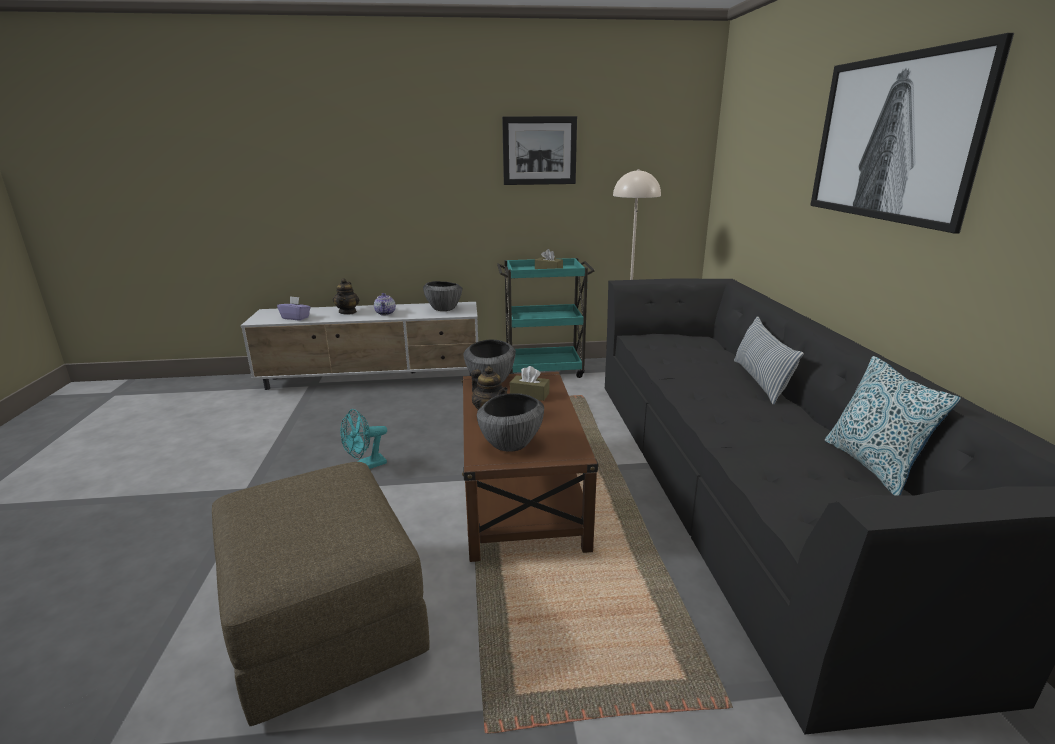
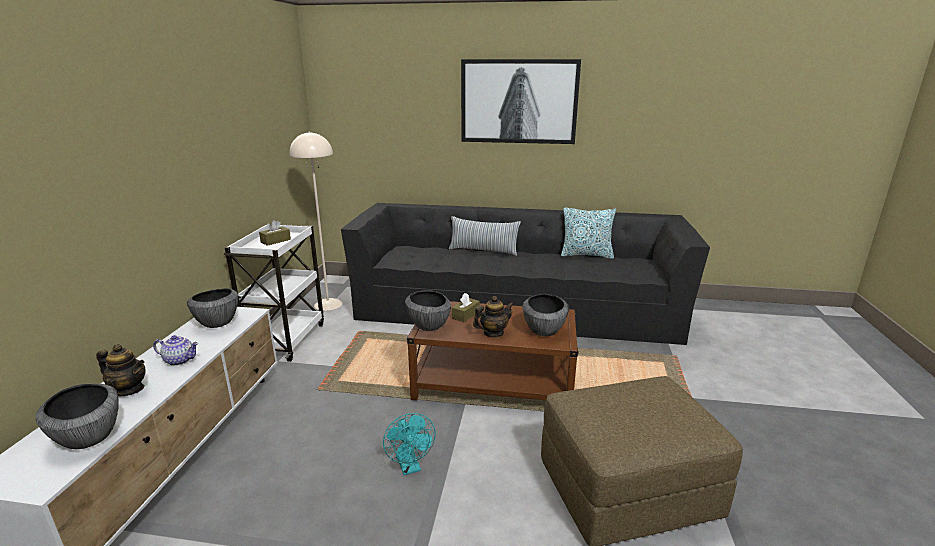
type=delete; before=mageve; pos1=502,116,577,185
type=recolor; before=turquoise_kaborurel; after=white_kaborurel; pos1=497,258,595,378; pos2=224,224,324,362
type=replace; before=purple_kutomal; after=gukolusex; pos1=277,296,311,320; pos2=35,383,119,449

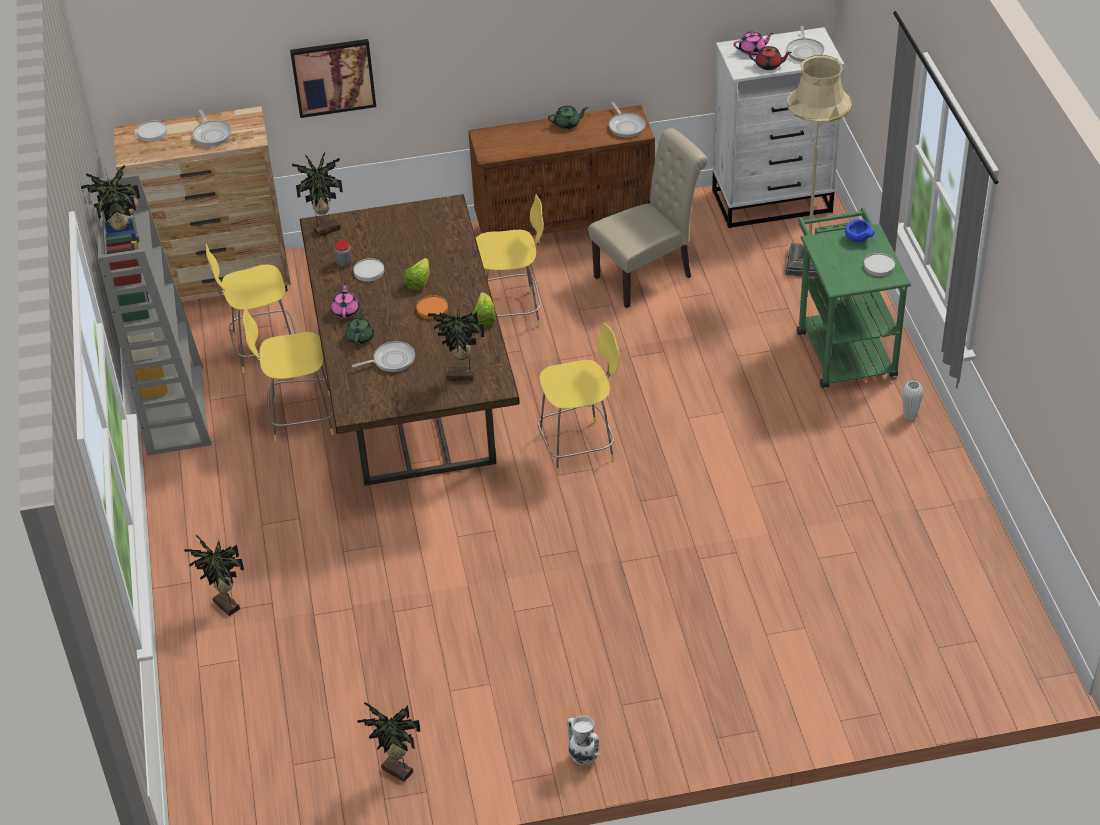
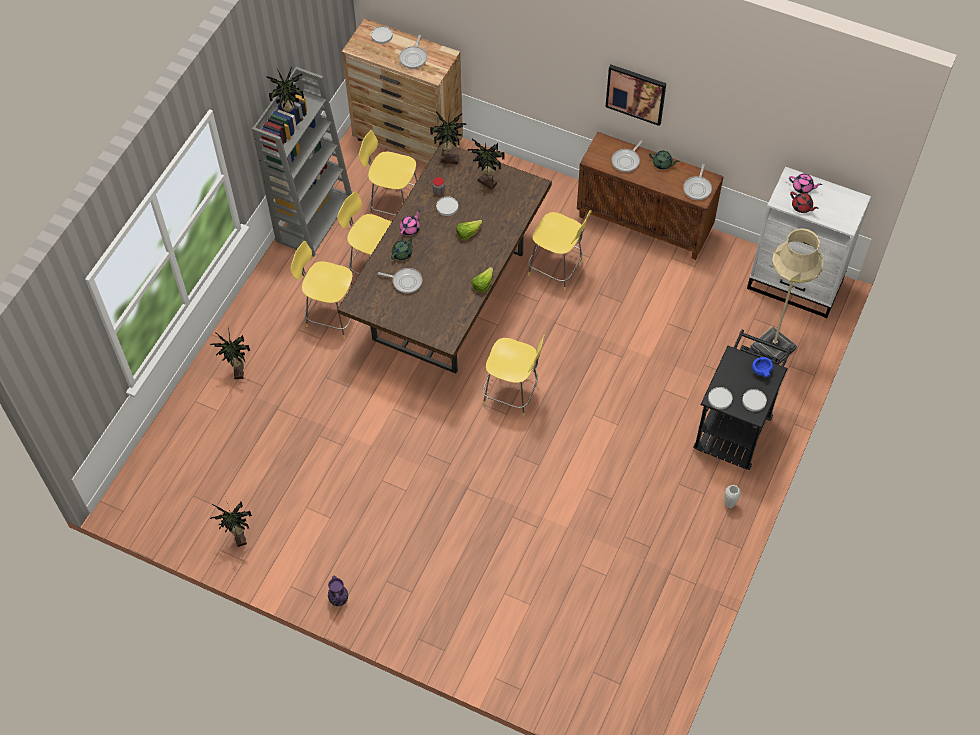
type=move; before=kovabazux; pos1=787,26,824,62; pos2=612,140,643,172
type=move; before=mageve; pos1=290,39,376,118; pos2=606,65,666,126
type=delete; before=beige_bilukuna; pos1=589,128,708,308
type=recolor; before=green_kaborurel; after=black_kaborurel; pos1=797,208,911,388; pos2=693,330,792,470
type=delete; before=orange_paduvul; pos1=417,295,448,320
type=move; before=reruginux; pos1=428,310,484,381; pos2=468,139,505,190
type=recolor; before=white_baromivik; after=purple_baromivik; pos1=567,715,600,765; pos2=328,575,348,606
type=insert; after=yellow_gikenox; pos2=290,241,353,339
type=insert; after=white_paduvul; pos2=708,387,732,409

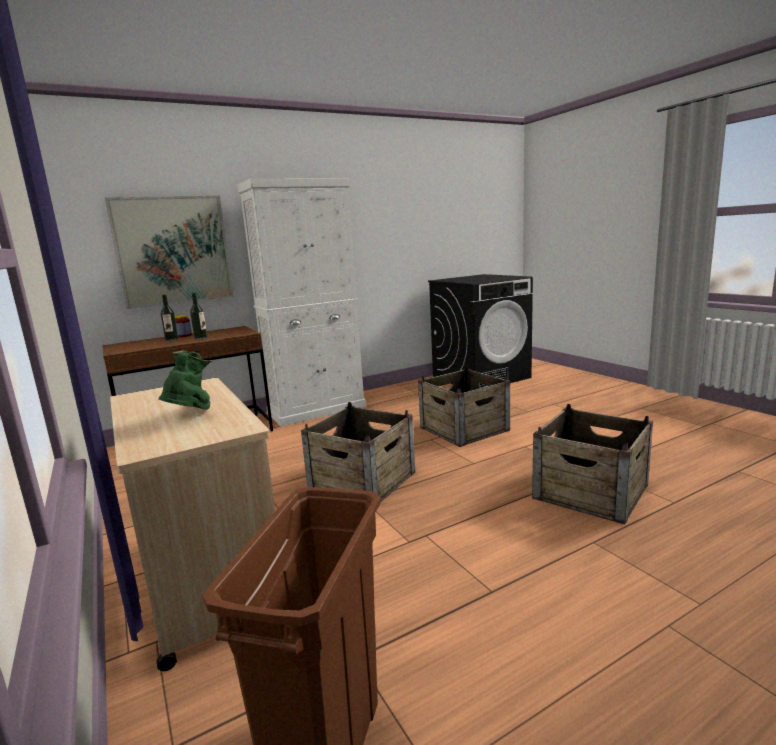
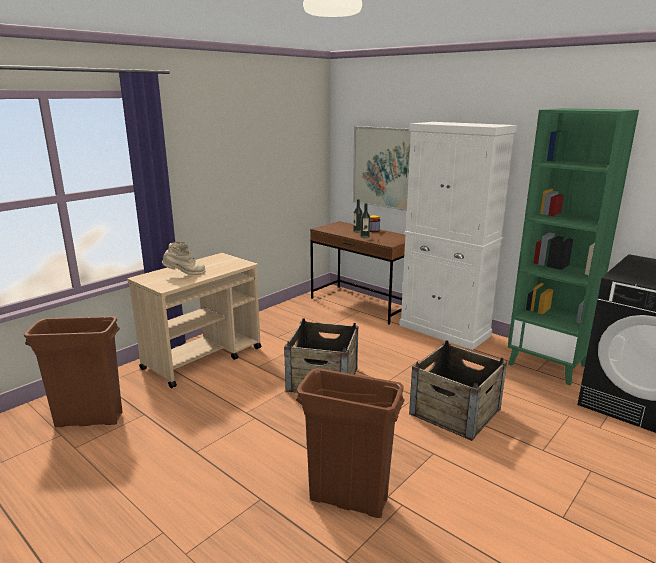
type=recolor; before=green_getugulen; after=beige_getugulen; pos1=158,350,213,410; pos2=162,242,206,275
type=replace; before=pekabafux; after=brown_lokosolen; pos1=532,404,653,524; pos2=296,368,405,518
type=insert; after=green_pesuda; pos2=508,108,639,385

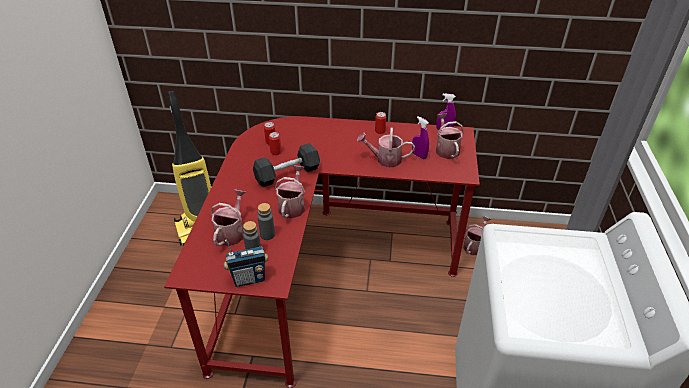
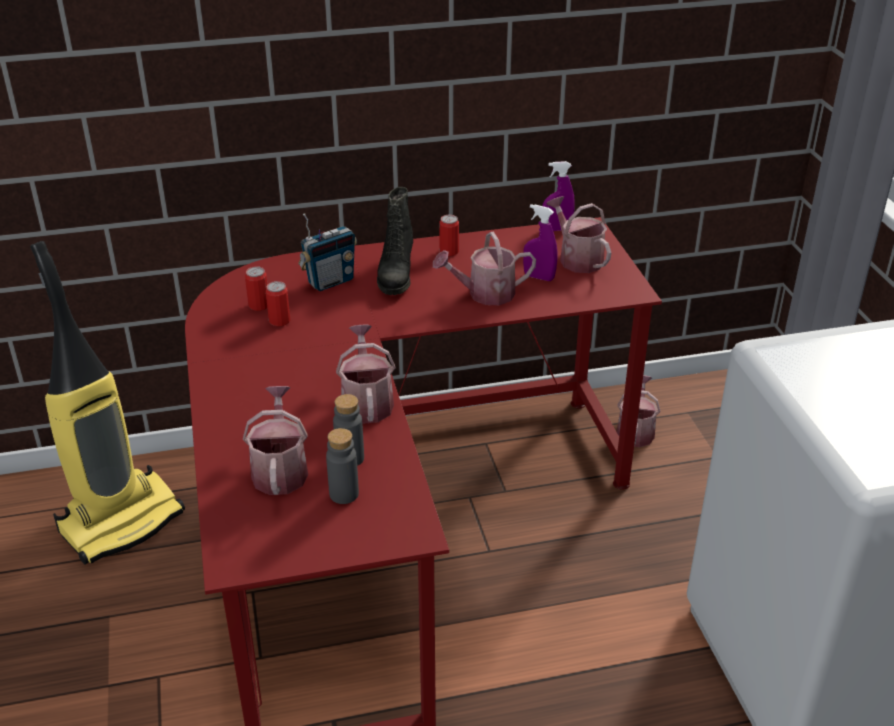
type=delete; before=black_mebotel; pos1=253,143,320,187
type=move; before=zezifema; pos1=224,240,268,287; pos2=298,213,357,291
type=insert; after=black_getugulen; pos2=377,187,413,295

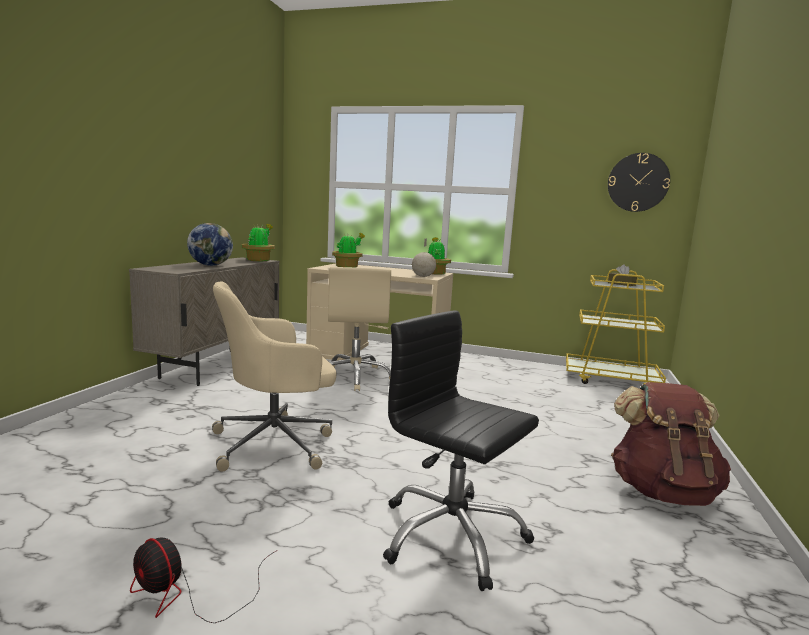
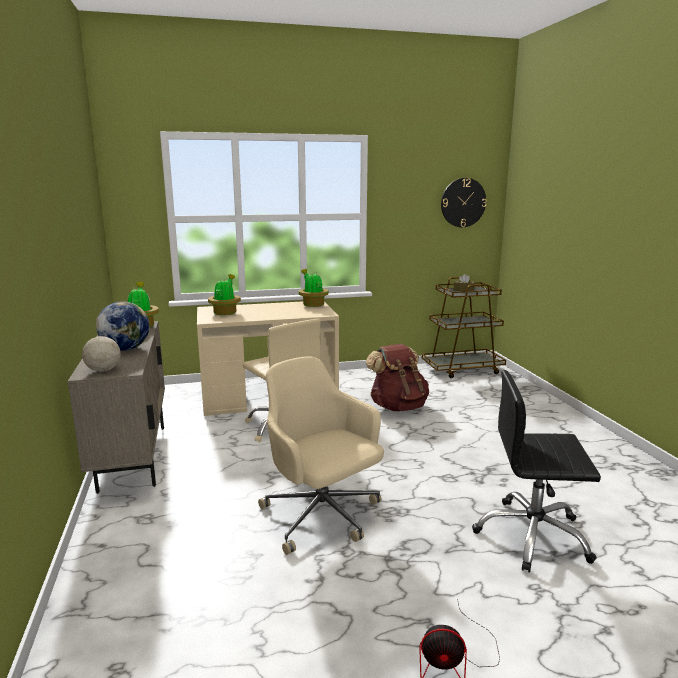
type=move; before=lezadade; pos1=412,238,436,277; pos2=82,317,121,372
type=recolor; before=yellow_kaborurel; after=brown_kaborurel; pos1=566,269,666,384; pos2=422,277,506,378
type=rotate; before=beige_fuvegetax; pos1=212,282,336,472; pos2=258,357,384,555; turn=105
type=move; before=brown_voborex; pos1=611,382,731,506; pos2=366,344,429,411

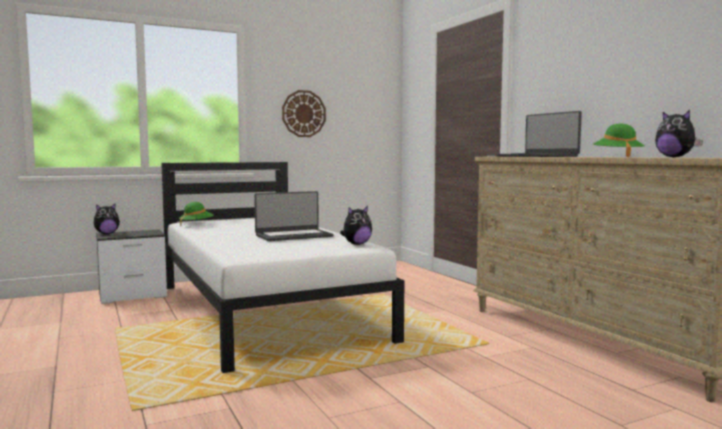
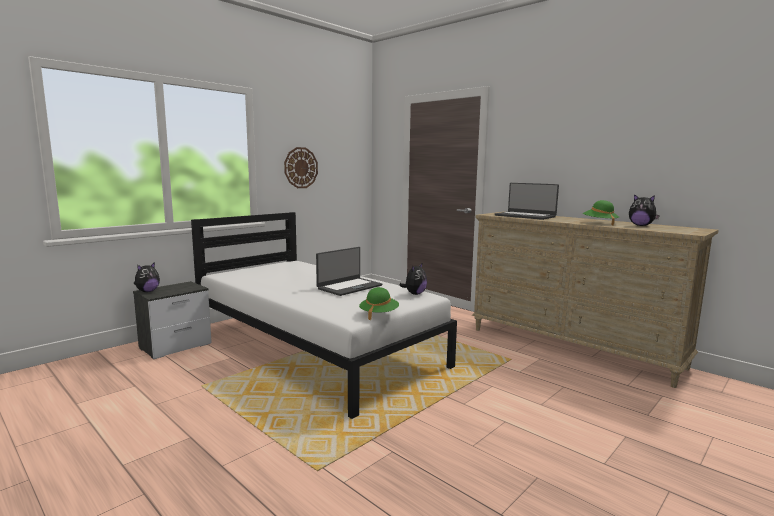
type=move; before=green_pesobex; pos1=179,202,214,226; pos2=359,287,399,320

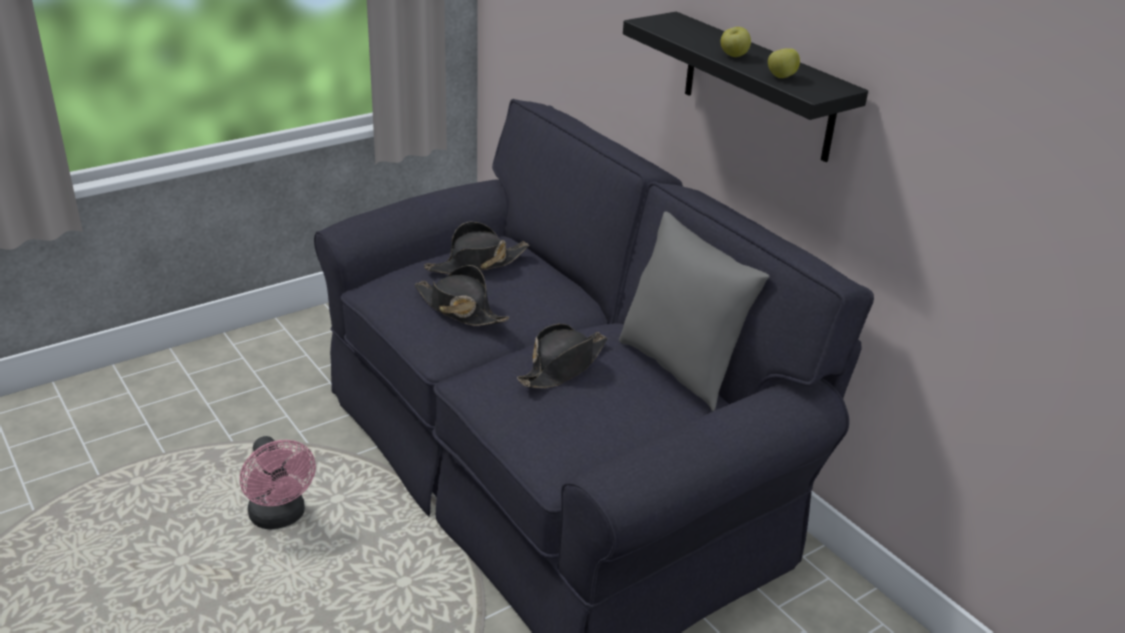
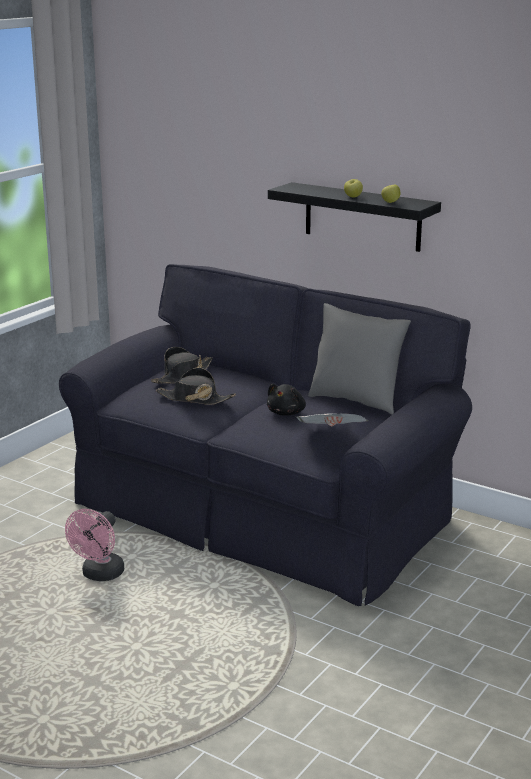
type=replace; before=black_pesobex; after=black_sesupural; pos1=517,324,608,388; pos2=267,384,306,416
type=rotate; before=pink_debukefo; pos1=240,436,316,529; pos2=65,509,124,581; turn=75
type=insert; after=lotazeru; pos2=297,413,368,426

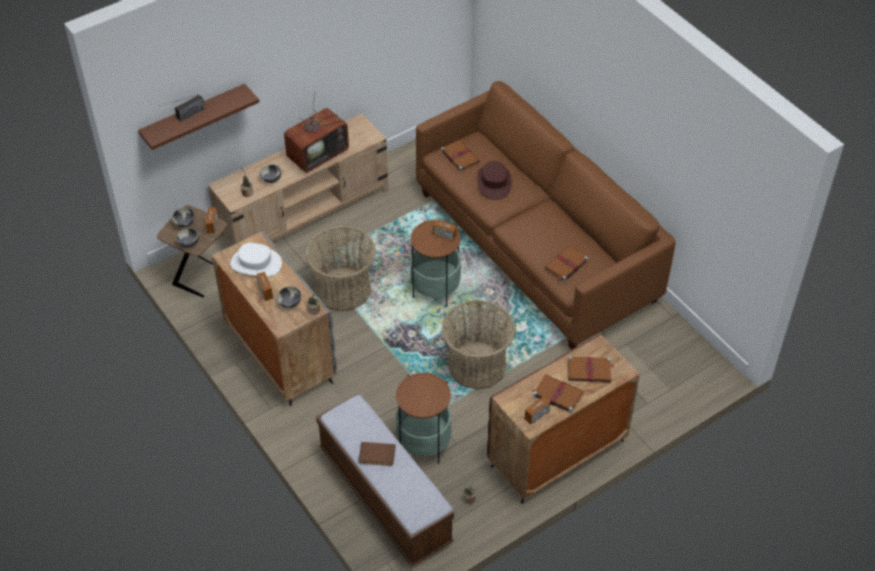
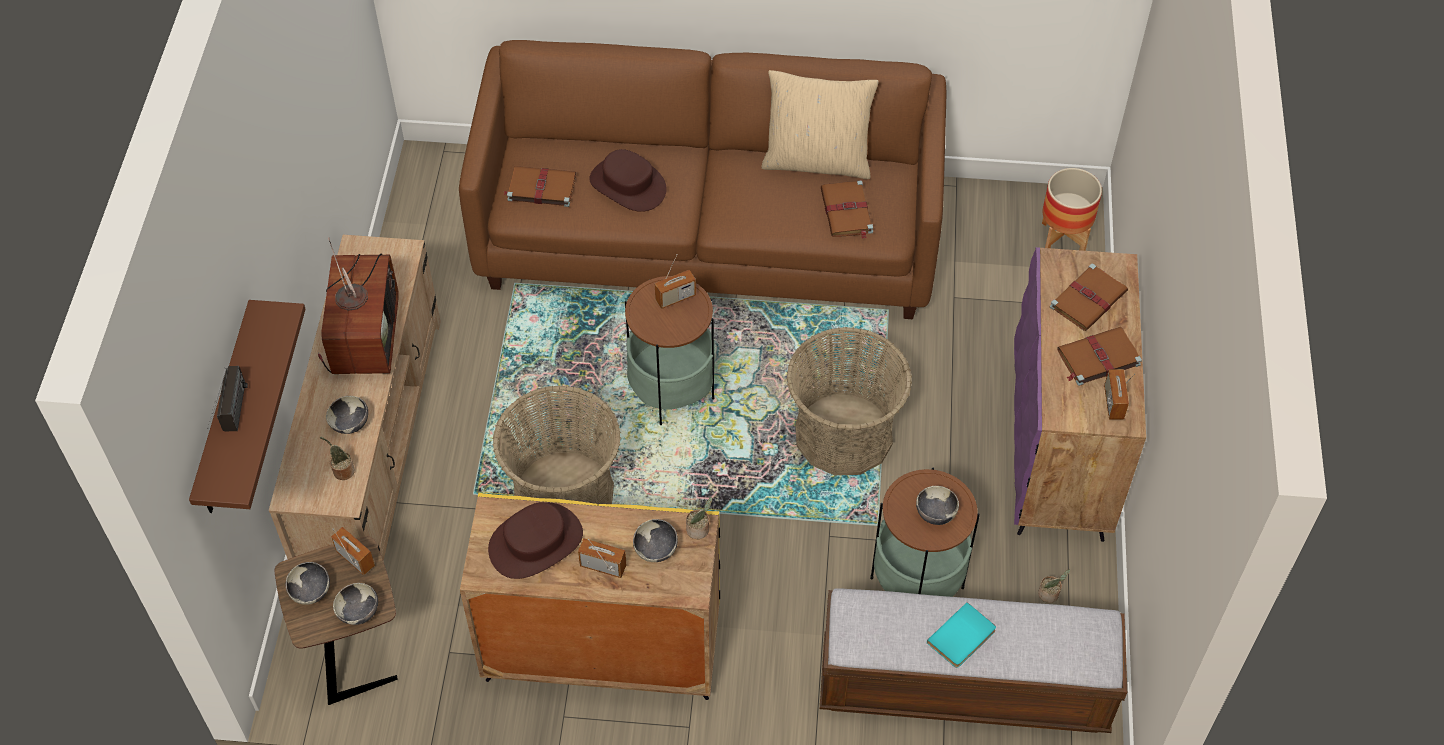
type=recolor; before=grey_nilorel; after=yellow_nilorel; pos1=212,231,337,406; pos2=460,493,720,700
type=recolor; before=white_pesobex; after=brown_pesobex; pos1=231,243,282,277; pos2=488,502,583,579
type=recolor; before=brown_nilorel; after=purple_nilorel; pos1=487,333,640,504; pos2=1014,247,1146,542
type=recolor; before=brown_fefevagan; after=turquoise_fefevagan; pos1=359,442,396,466; pos2=927,602,996,668
type=insert; after=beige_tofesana; pos2=762,70,879,179
type=insert; after=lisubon; pos2=1042,168,1102,251
type=insert; after=gukolusex; pos2=916,486,959,525

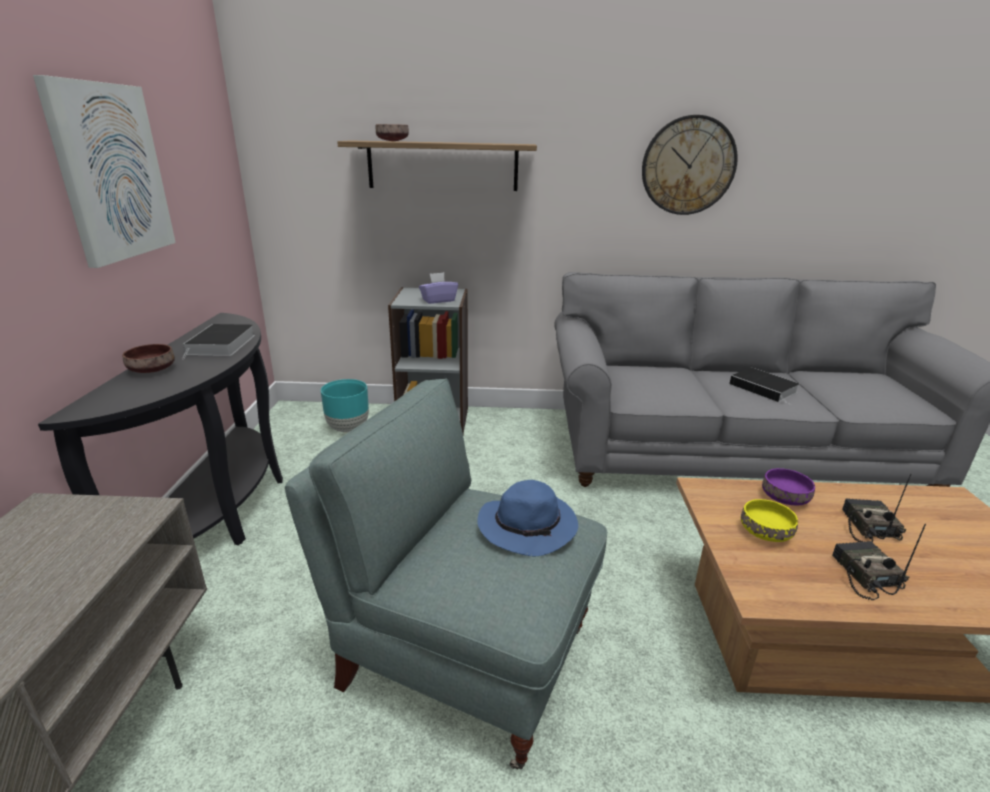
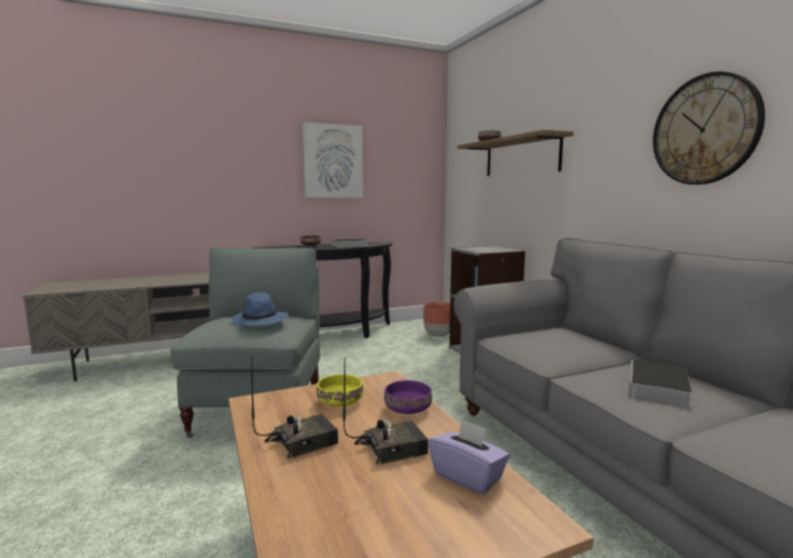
type=move; before=purple_kutomal; pos1=419,272,458,304; pos2=428,418,510,495
type=recolor; before=turquoise_lisubon; after=brown_lisubon; pos1=321,379,369,432; pos2=423,302,450,337

